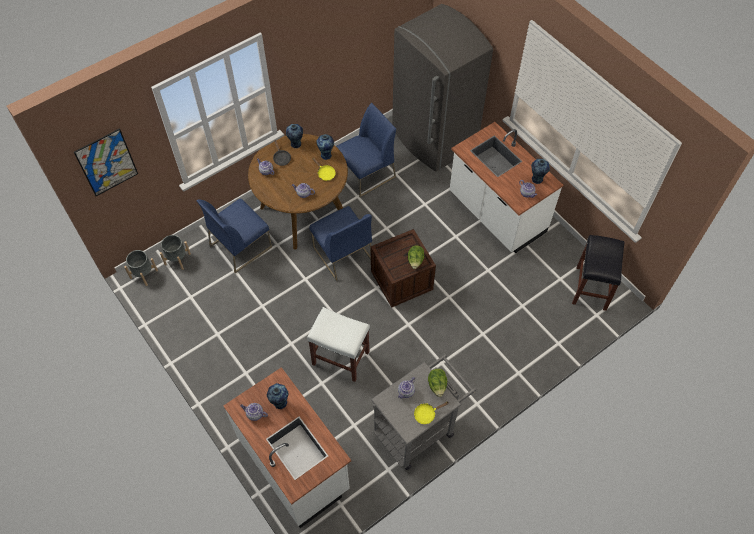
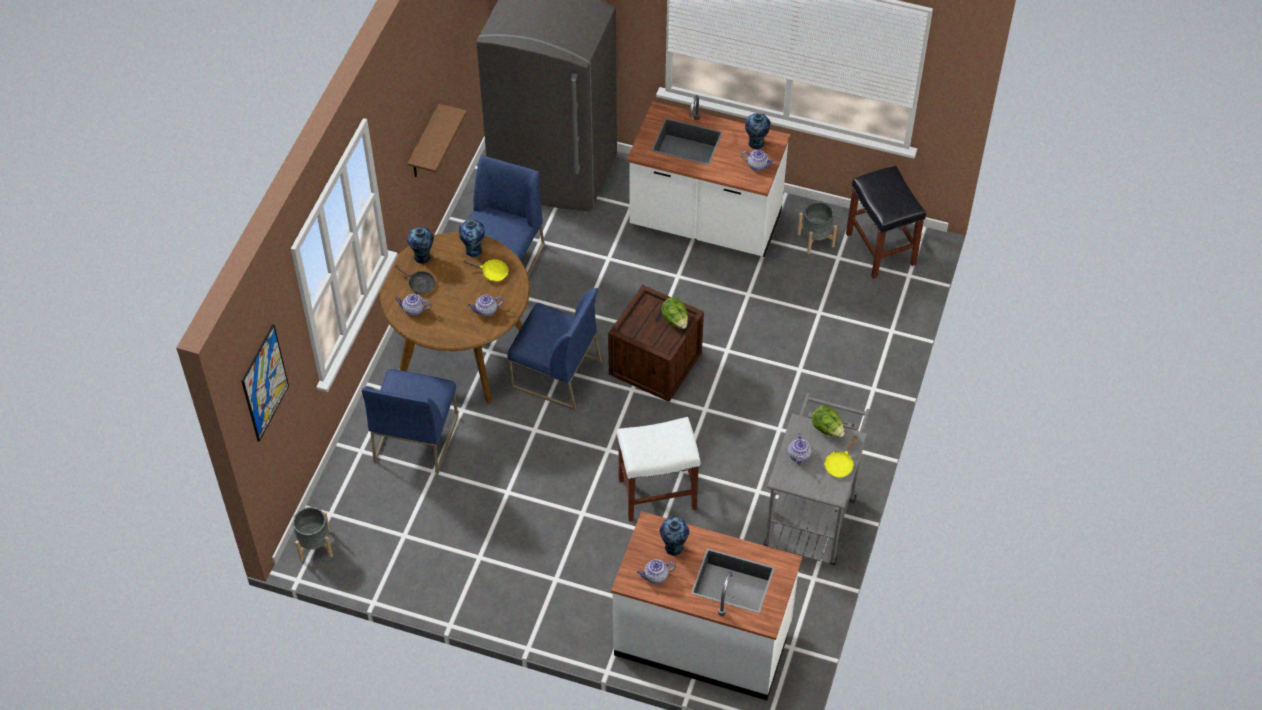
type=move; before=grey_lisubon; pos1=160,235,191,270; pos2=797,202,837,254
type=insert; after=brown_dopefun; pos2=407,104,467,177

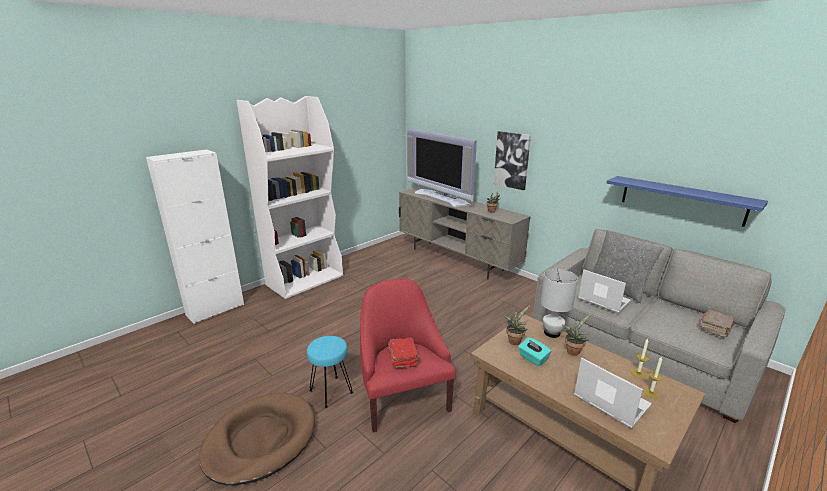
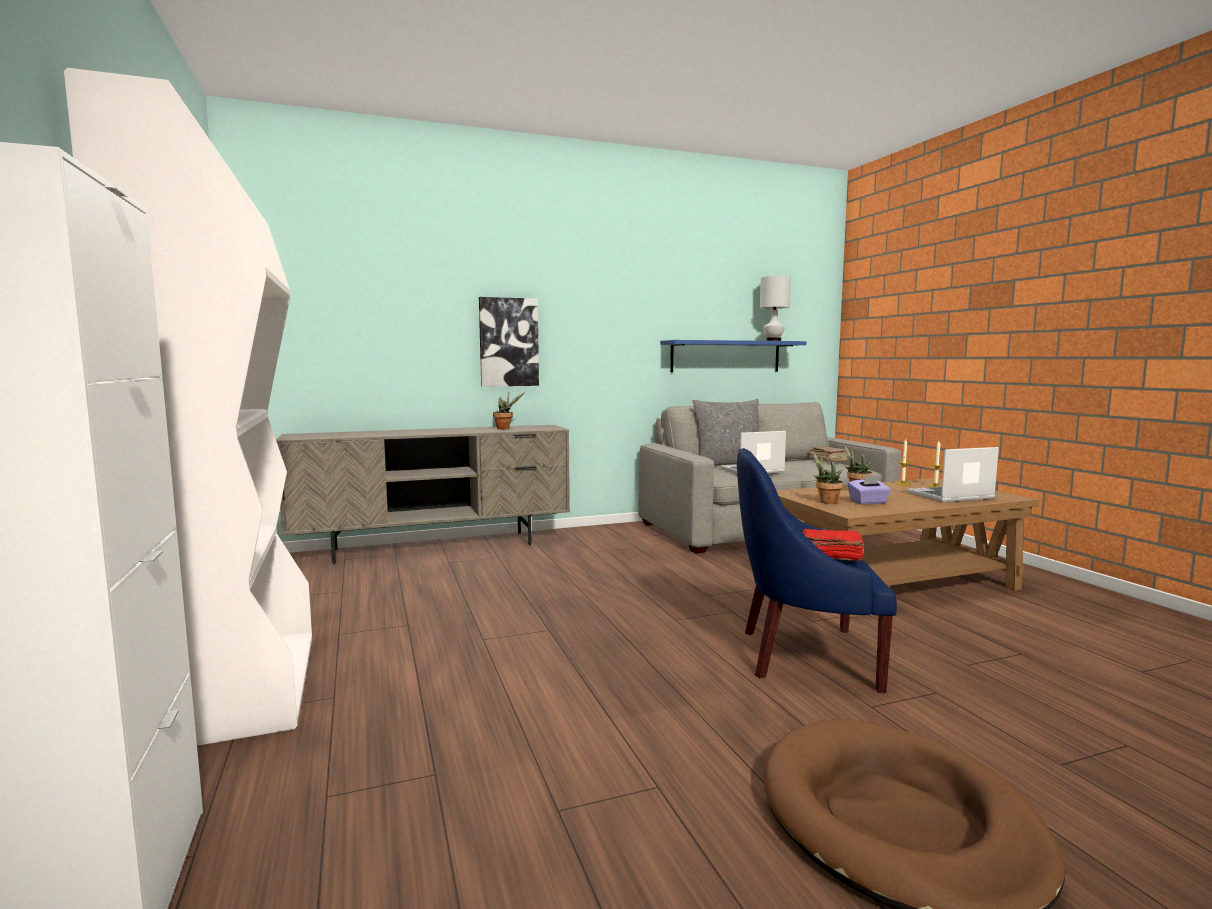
type=delete; before=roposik; pos1=407,129,477,207
type=move; before=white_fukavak; pos1=541,269,578,338; pos2=760,276,791,341
type=recolor; before=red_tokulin; after=blue_tokulin; pos1=360,279,456,432; pos2=737,448,897,693
type=delete; before=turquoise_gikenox; pos1=307,336,353,408
type=recolor; before=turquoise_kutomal; after=purple_kutomal; pos1=518,337,551,366; pos2=848,475,891,504

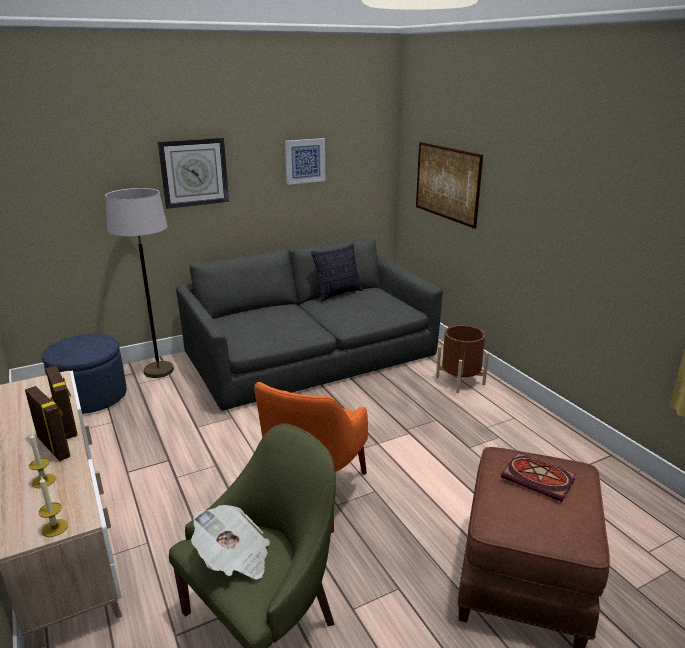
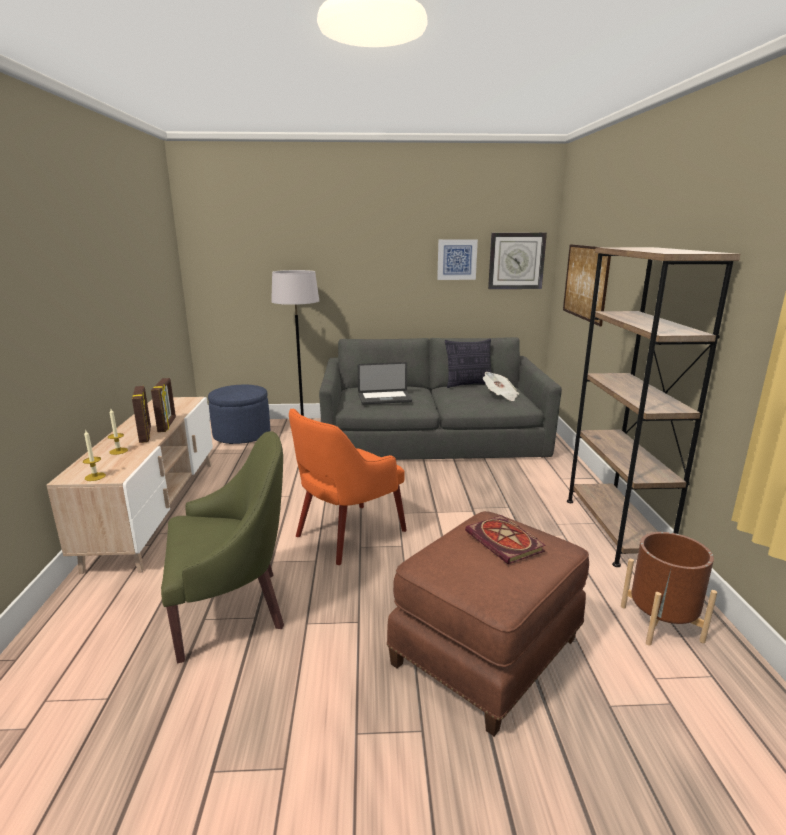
type=move; before=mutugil; pos1=158,138,229,209; pos2=488,233,547,289
type=move; before=brown_lisubon; pos1=436,325,489,393; pos2=621,532,717,646
type=move; before=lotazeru; pos1=191,505,270,579; pos2=483,372,519,401
type=insert; after=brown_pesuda; pos2=567,247,740,567
type=insert; after=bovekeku; pos2=358,362,412,404

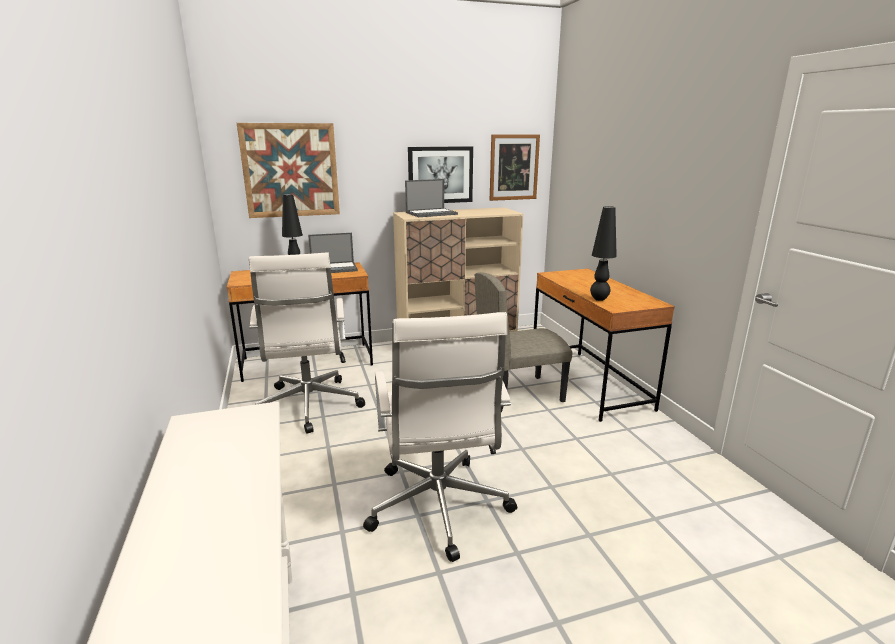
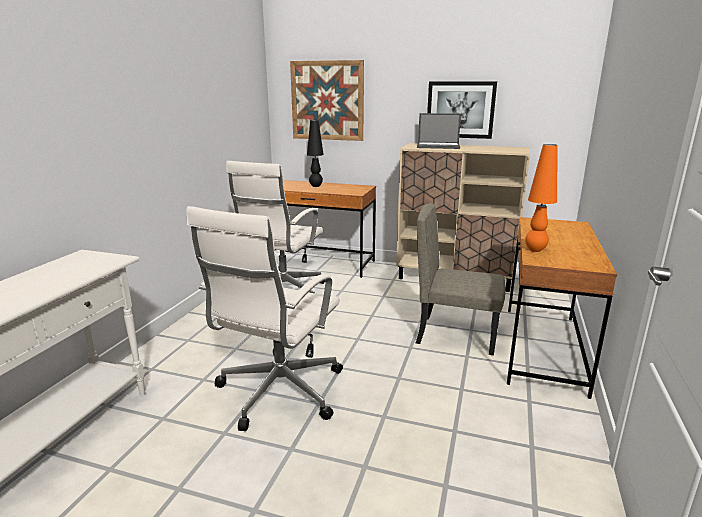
type=delete; before=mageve; pos1=490,134,540,201
type=recolor; before=black_fukavak; after=orange_fukavak; pos1=590,206,617,301; pos2=525,144,558,252
type=delete; before=bovekeku; pos1=308,233,358,273

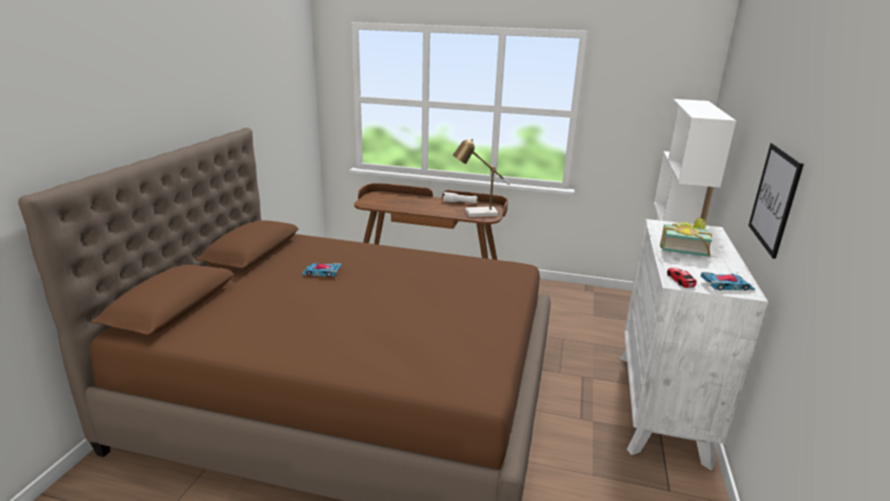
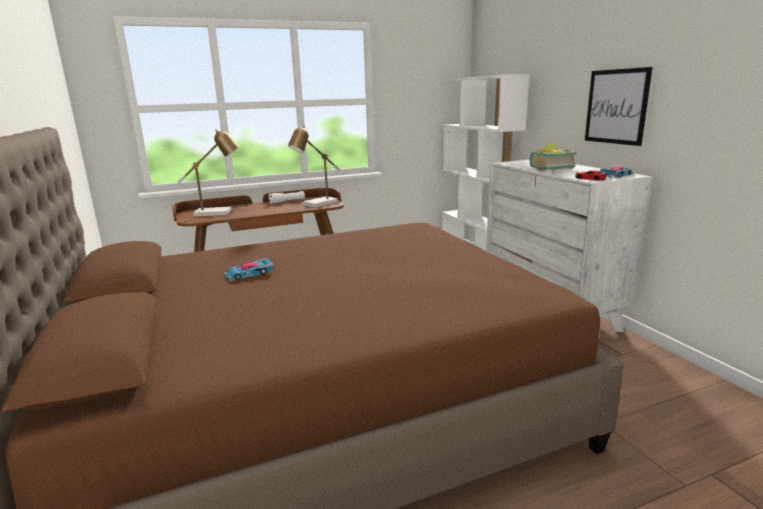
type=insert; after=fukavak; pos2=177,130,239,216

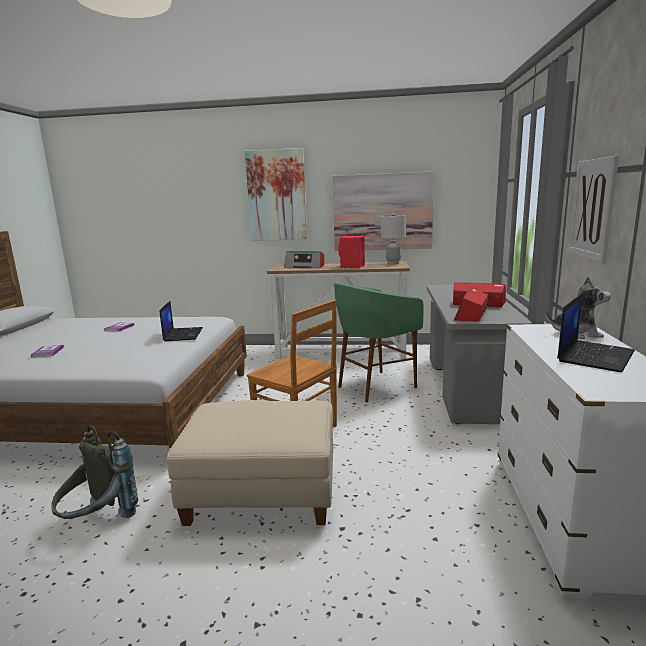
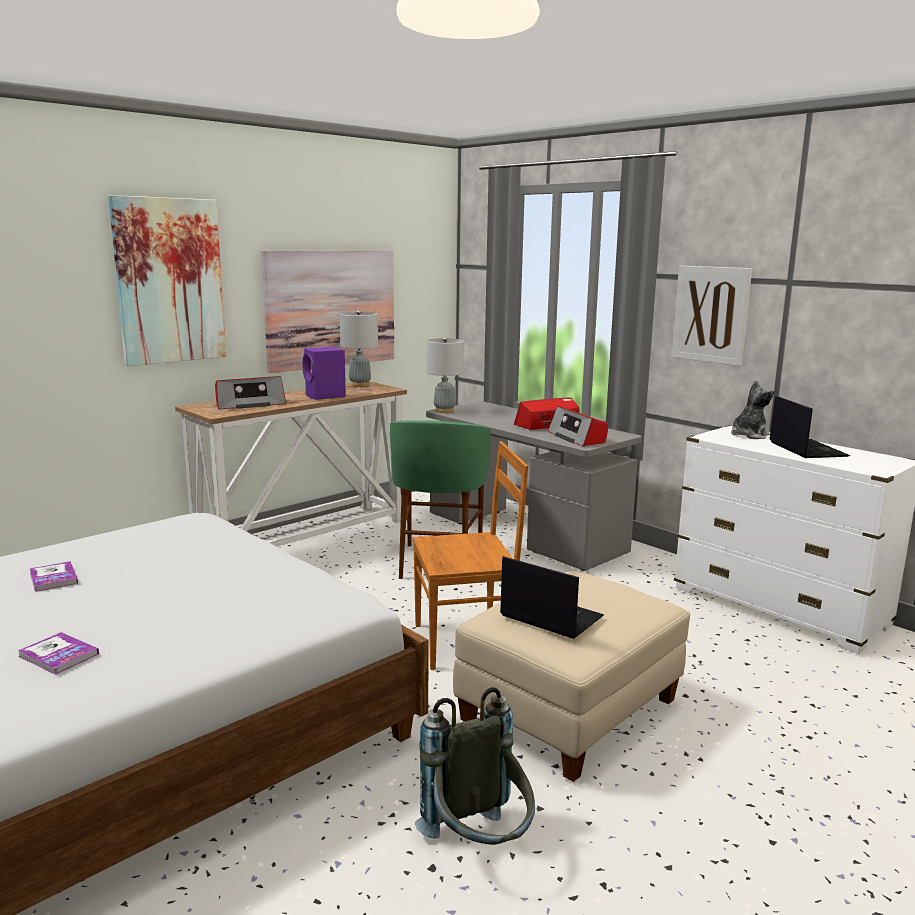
type=recolor; before=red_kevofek; after=purple_kevofek; pos1=338,236,365,268; pos2=302,347,346,400
type=move; before=bovekeku; pos1=160,301,203,341; pos2=500,556,604,639
type=insert; after=grey_fukavak; pos2=426,337,464,413

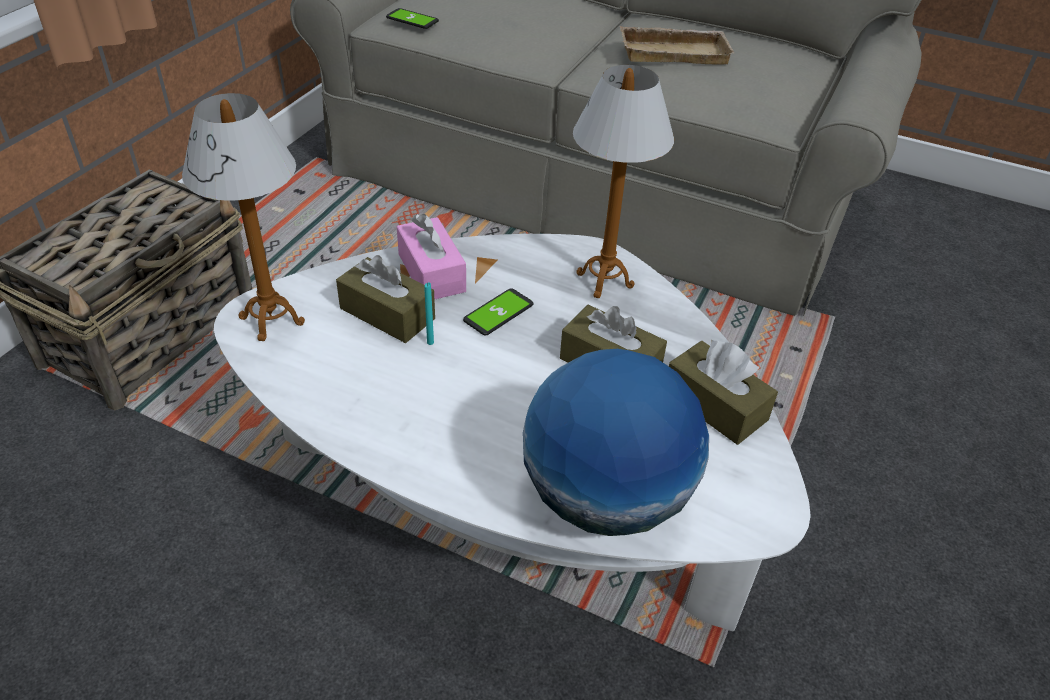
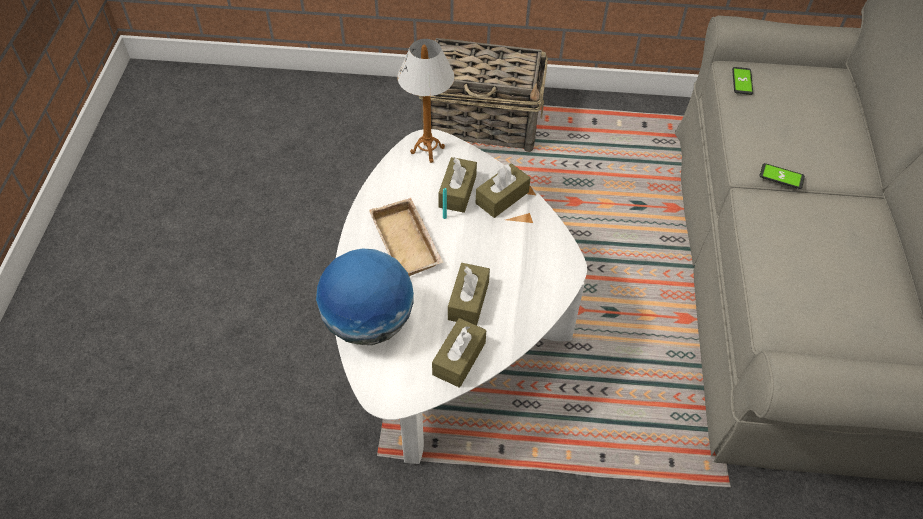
type=move; before=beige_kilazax; pos1=620,26,735,65; pos2=369,198,443,277
type=delete; before=fukavak; pos1=573,65,674,298
type=recolor; before=pink_kutomal; after=brown_kutomal; pos1=397,214,466,300; pos2=476,163,531,218
type=move; before=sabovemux; pos1=463,288,533,335; pos2=760,163,805,189

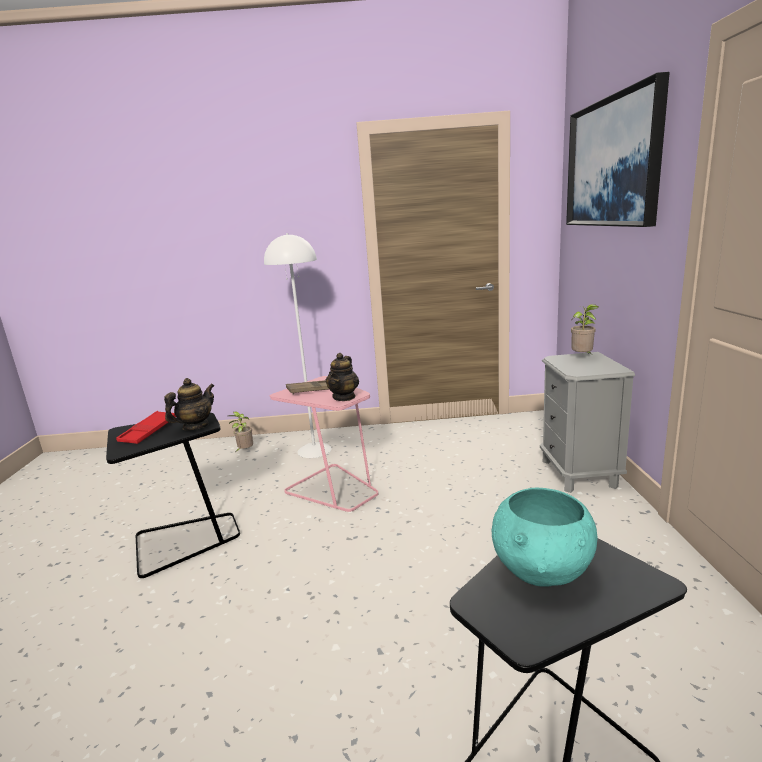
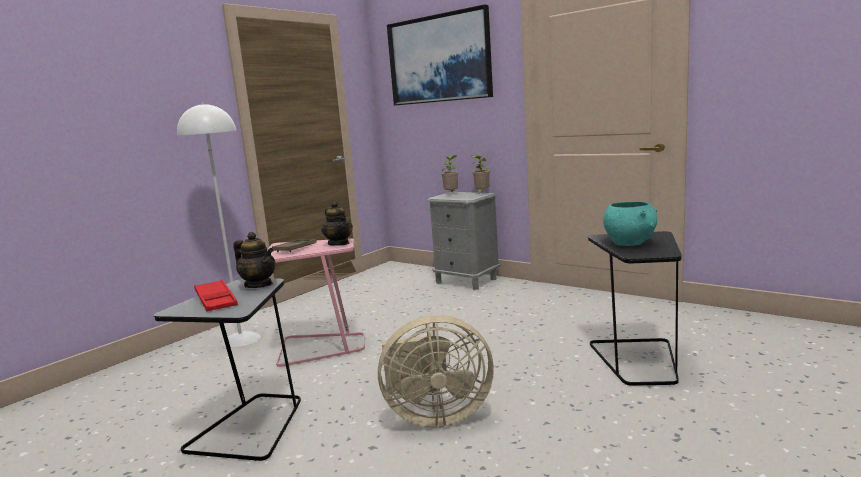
type=rotate; before=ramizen; pos1=164,378,214,431; pos2=233,232,276,288; turn=135
type=move; before=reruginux; pos1=229,411,253,452; pos2=471,154,490,195
type=insert; after=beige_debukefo; pos2=378,315,494,428

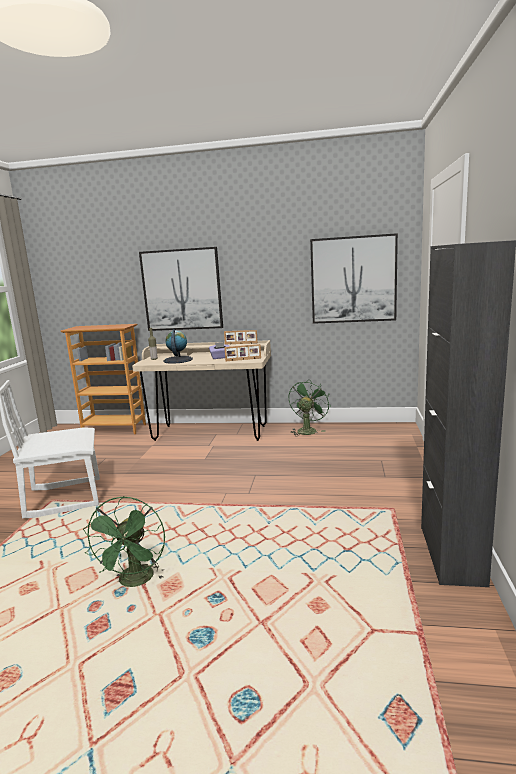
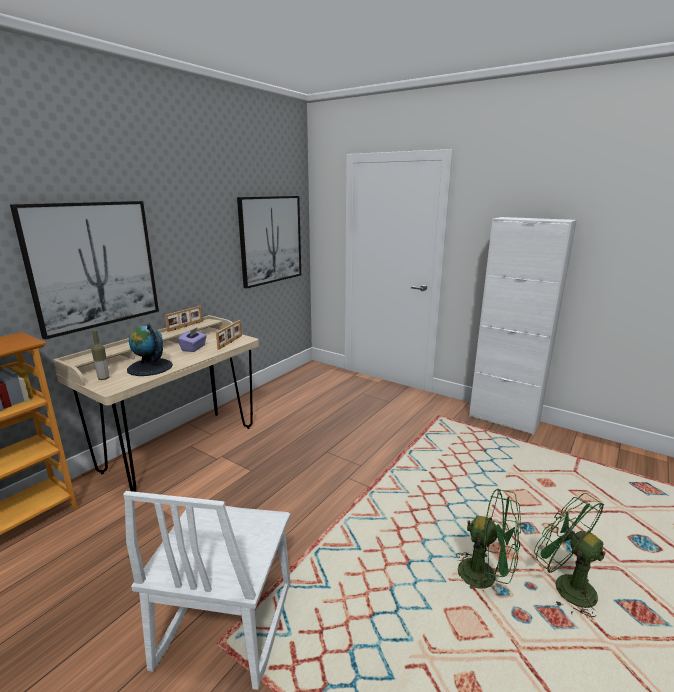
type=recolor; before=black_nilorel; after=white_nilorel; pos1=421,240,516,587; pos2=469,217,577,435
type=move; before=green_debukefo; pos1=289,379,330,436; pos2=534,493,605,618

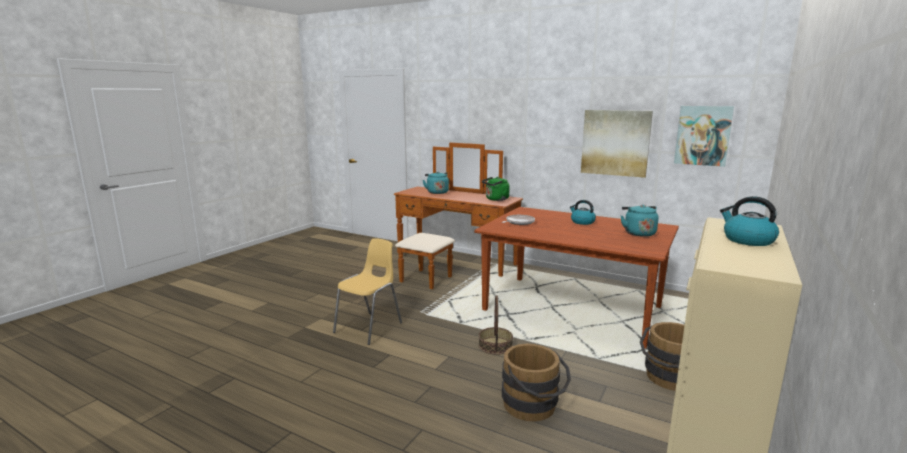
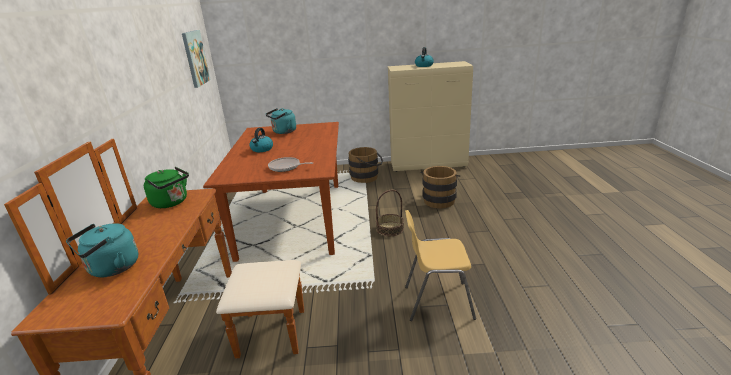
type=delete; before=mageve; pos1=581,110,653,178

